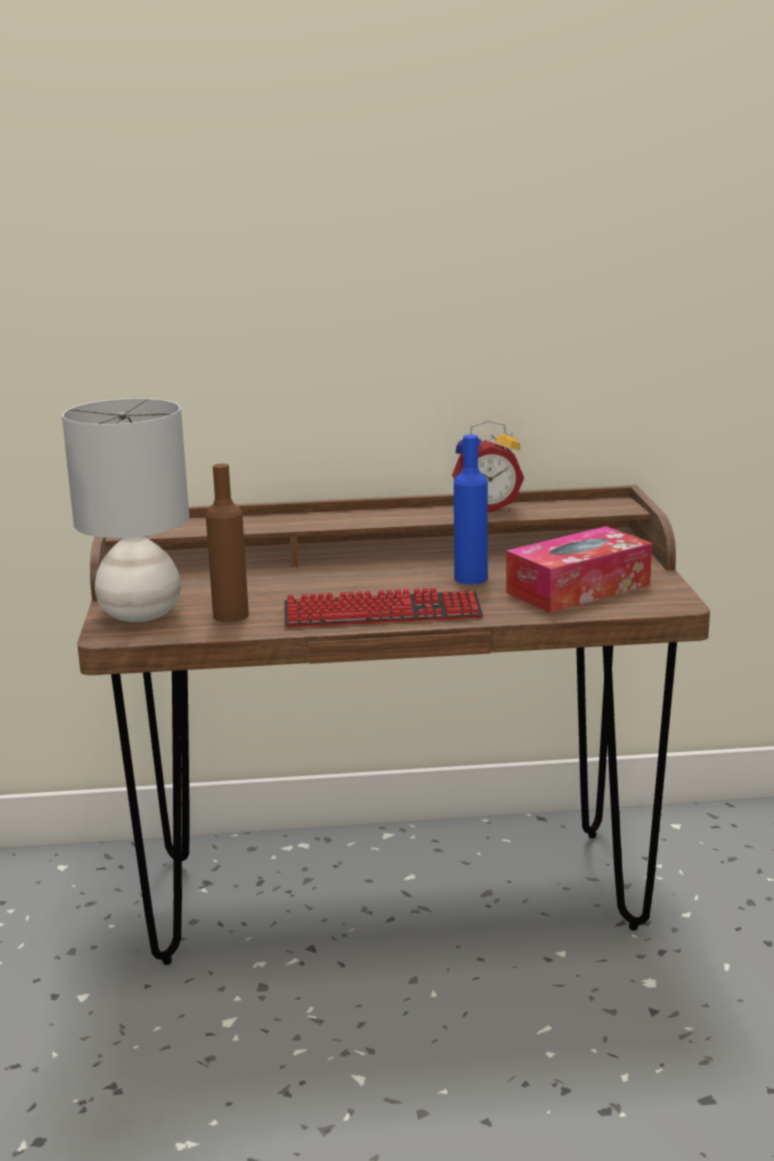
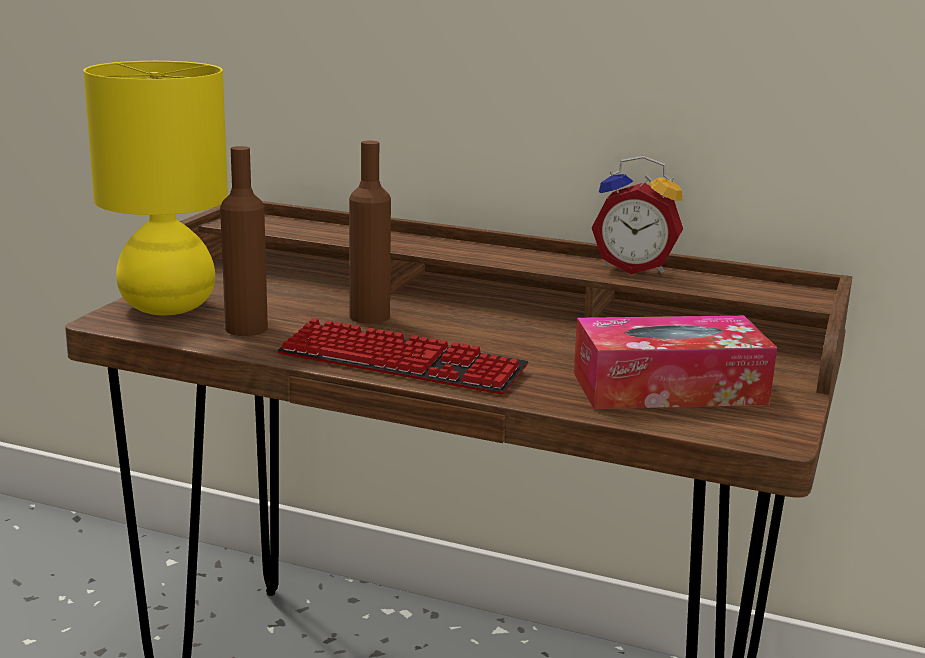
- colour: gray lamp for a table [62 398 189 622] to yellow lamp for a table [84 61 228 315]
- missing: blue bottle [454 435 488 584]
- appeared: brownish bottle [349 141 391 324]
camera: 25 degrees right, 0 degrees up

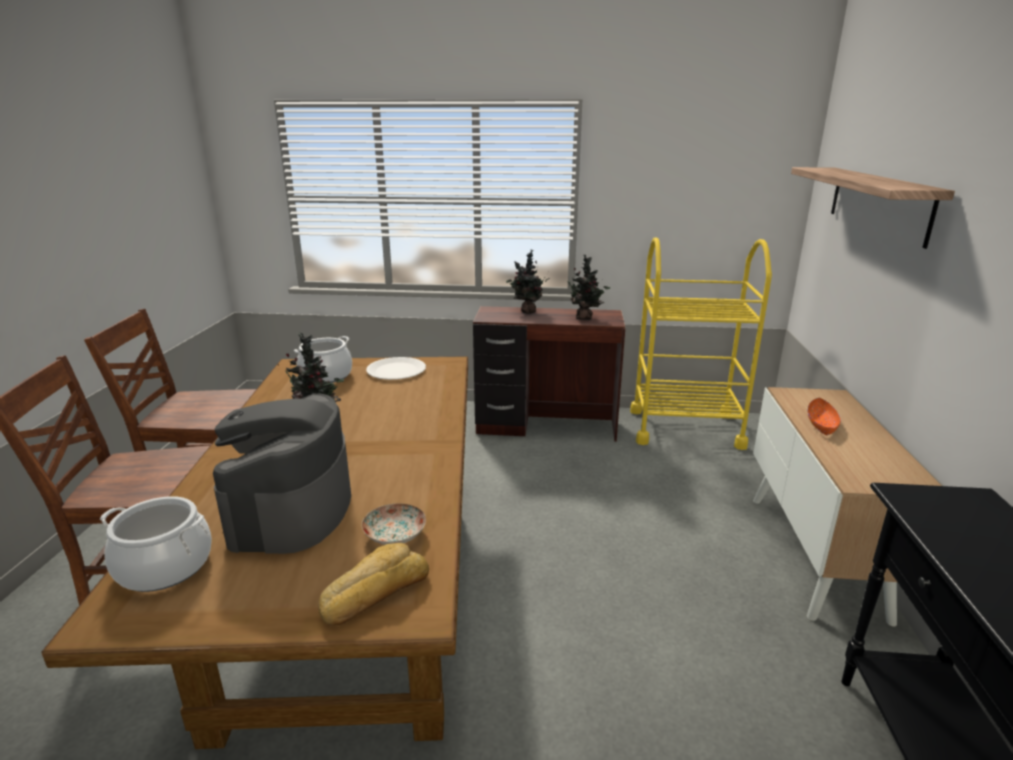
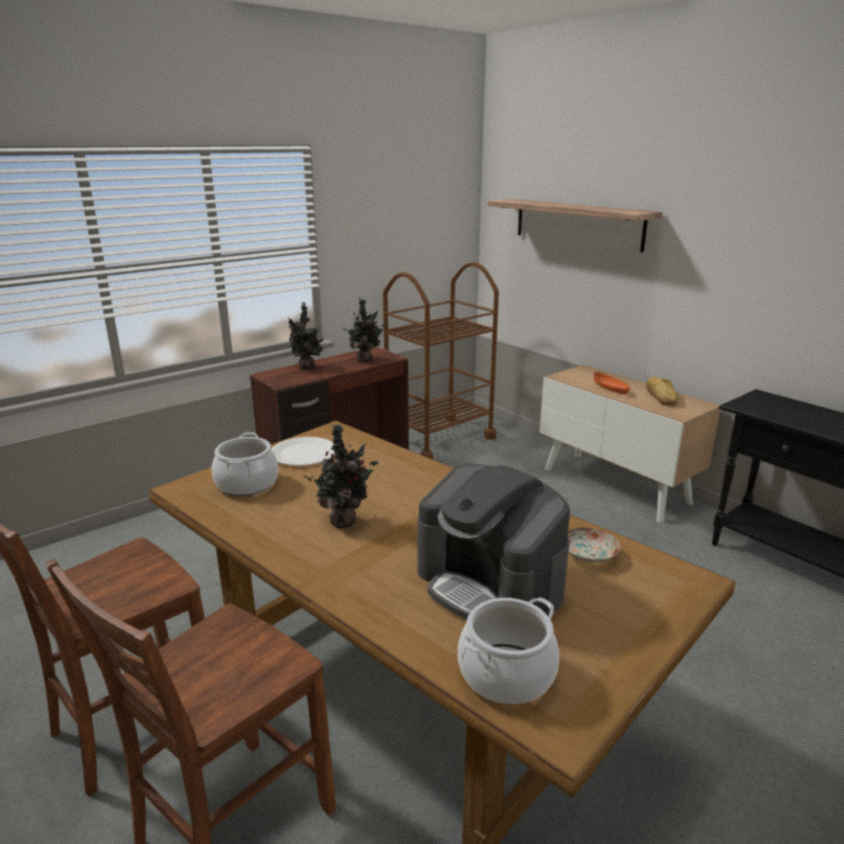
- colour: yellow cart [630 237 772 450] to brownish cart [383 262 499 459]
- relocated: baked bread [318 543 429 626] to [646 377 678 405]
camera: 45 degrees left, 0 degrees up

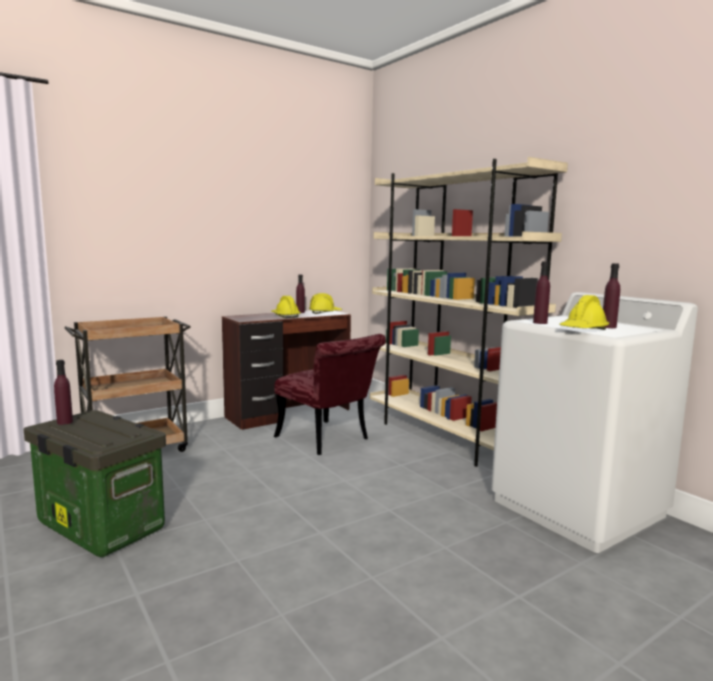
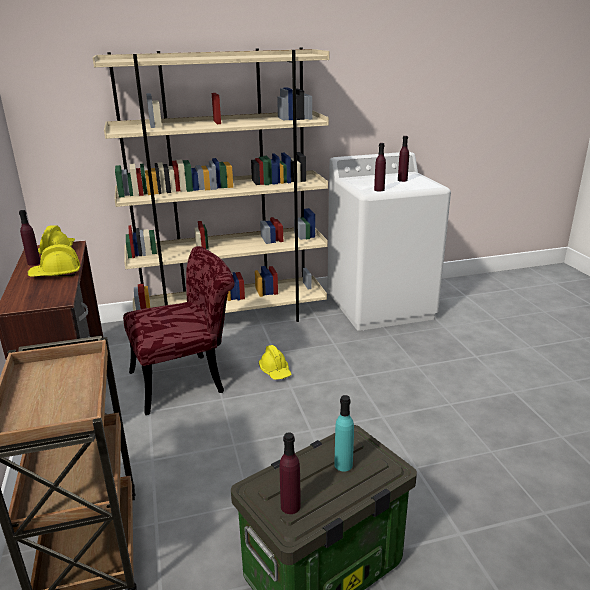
- relocated: yellow safety helmet [559 295 609 330] to [259 345 292 380]
- appeared: blue-green bottle [334 395 354 472]
camera: 70 degrees left, 15 degrees up

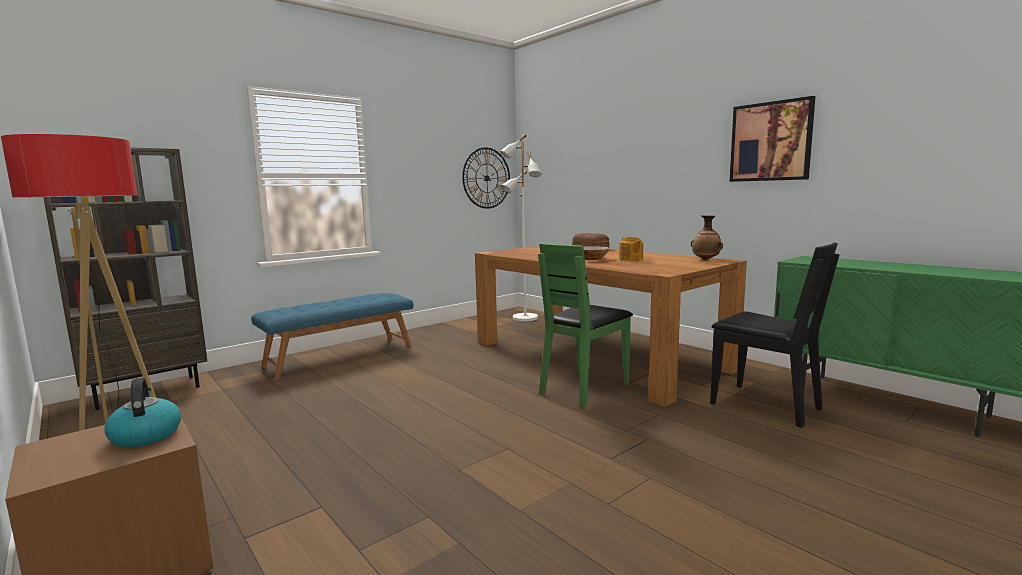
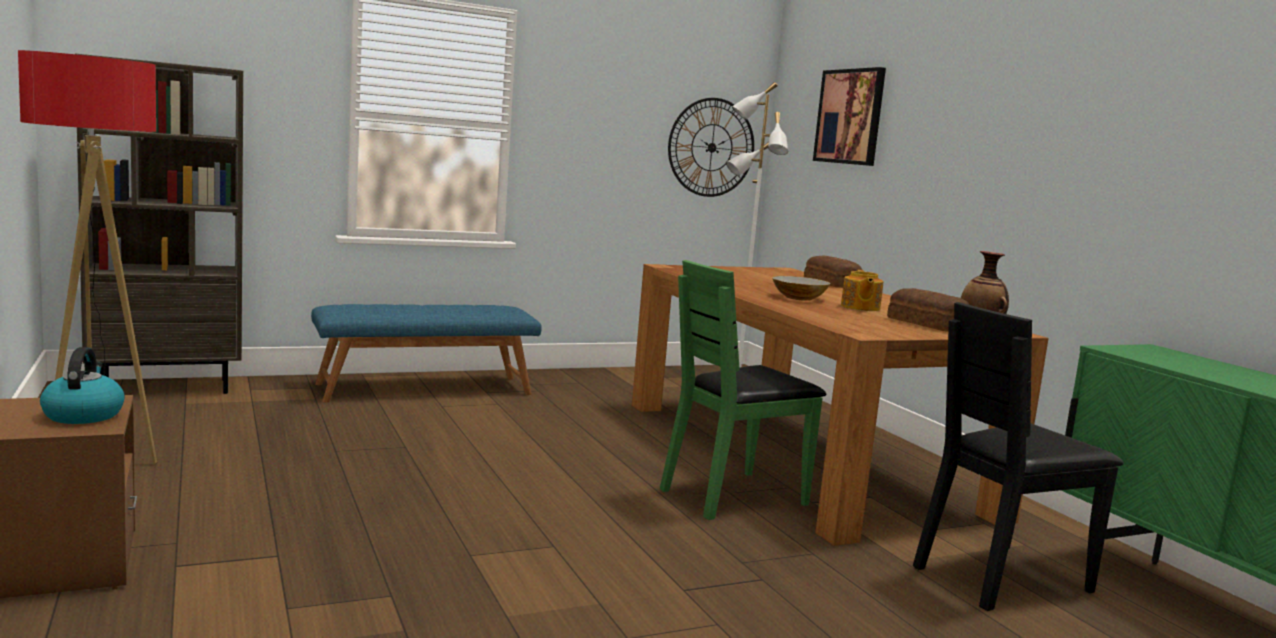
- relocated: picture [730 96 815 182] to [813 67 886 166]
- spun: blackish chair [710 242 840 428] = [913 302 1124 611] 90 degrees clockwise
- appeared: baked bread [887 288 970 332]
camera: 15 degrees right, 0 degrees up

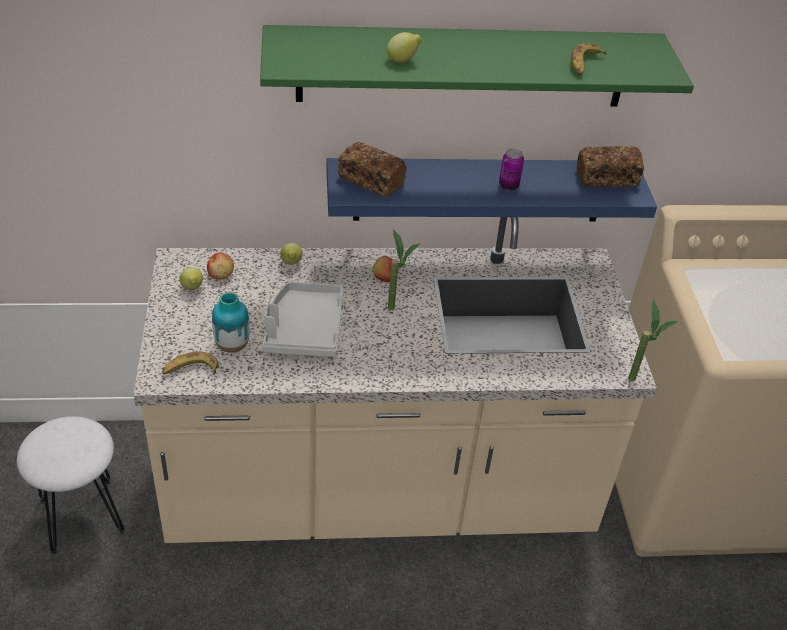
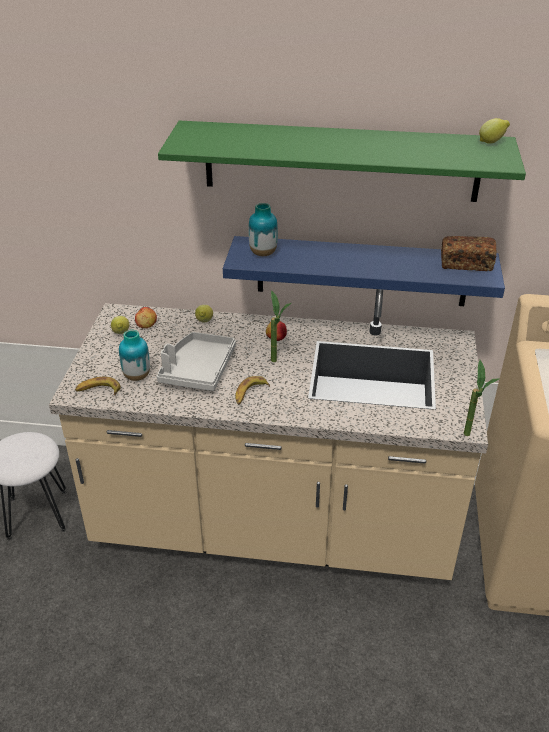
- relocated: whole lemon [387 32 422 63] to [479 118 510 144]
- relocated: banana fruit [571 43 607 76] to [235 376 270 405]
- exchanged: baked bread [338 142 407 197] to decorative vase [249 203 278 256]
- missing: metal can [499 148 524 191]
camera: 15 degrees right, 5 degrees down

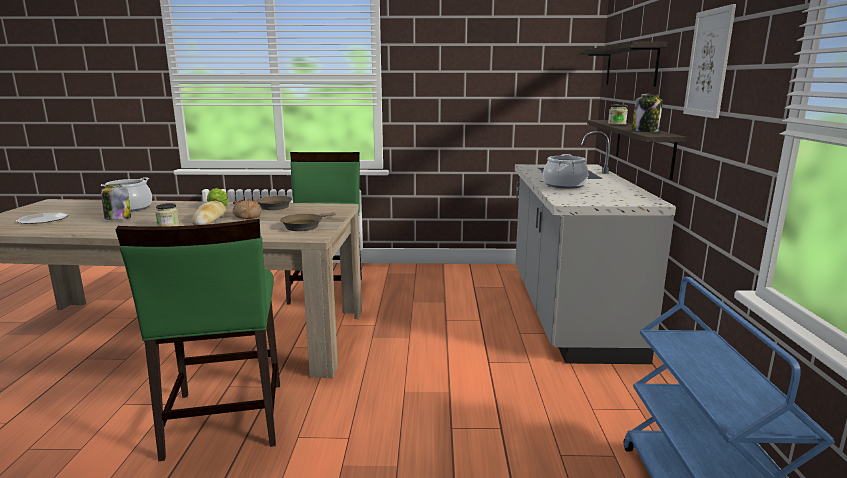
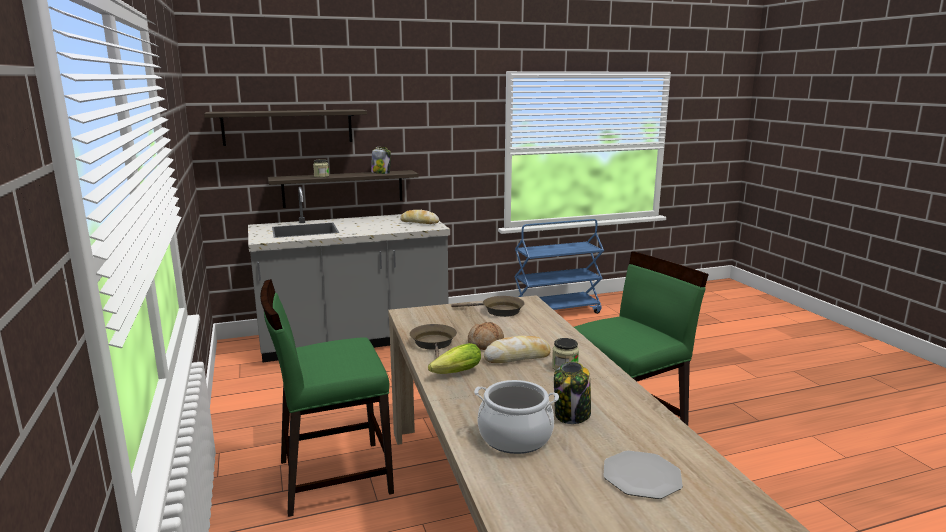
- missing: picture [683 4 736 119]
- missing: stockpot [543 154 588 189]
- appeared: baked bread [400 210 439 224]
camera: 110 degrees left, 0 degrees up

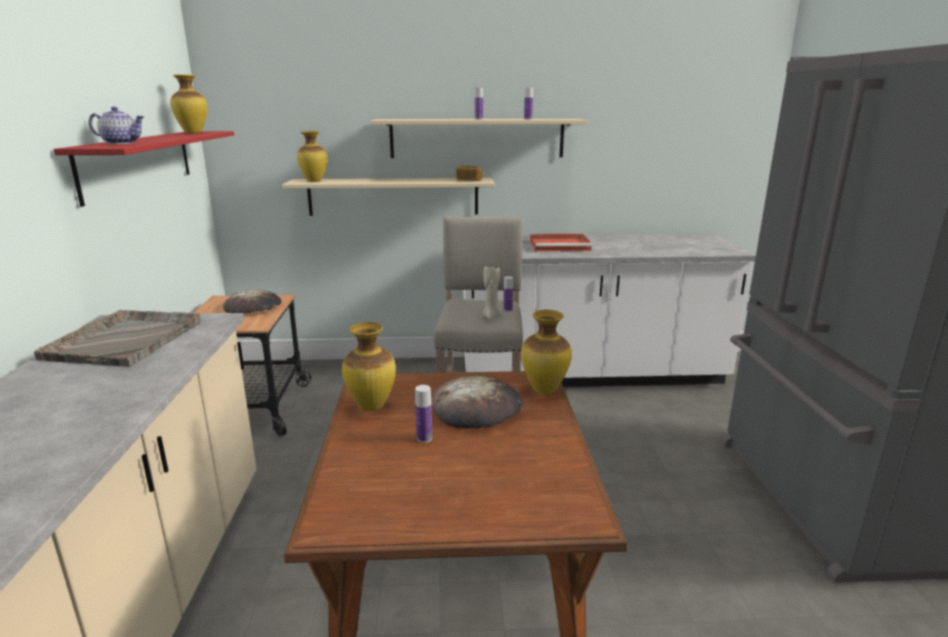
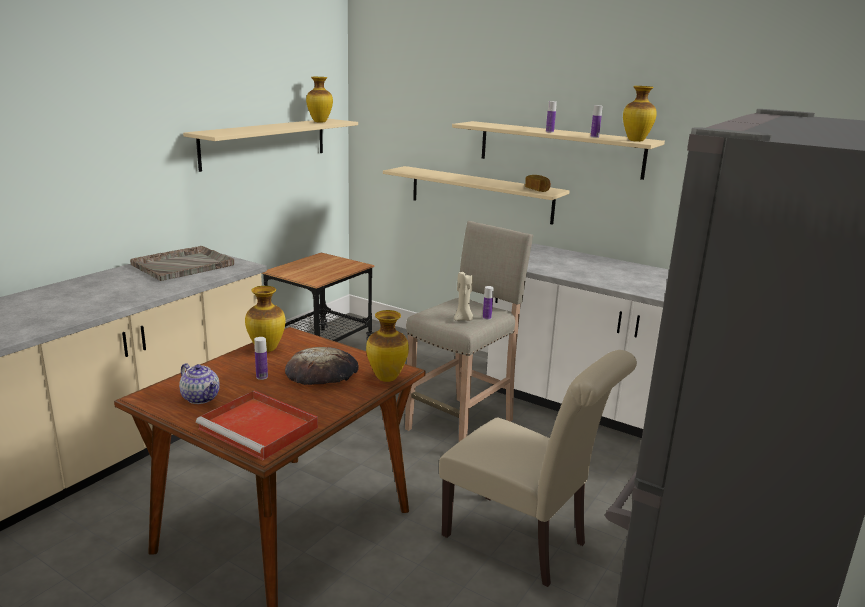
- relocated: teapot [89 107 144 144] to [179 363 220 404]
- colour: reddish shelf [54 131 234 207] to sand-coloured shelf [183 119 358 172]
- relocated: decorative vase [297 131 327 182] to [623 86 657 142]
- relocated: reddish carrying tray [530 234 592 252] to [196 390 318 460]
- missing: baked bread [223 290 281 313]
- appeared: sand-coloured chair [439 350 637 587]
camera: 35 degrees right, 0 degrees up

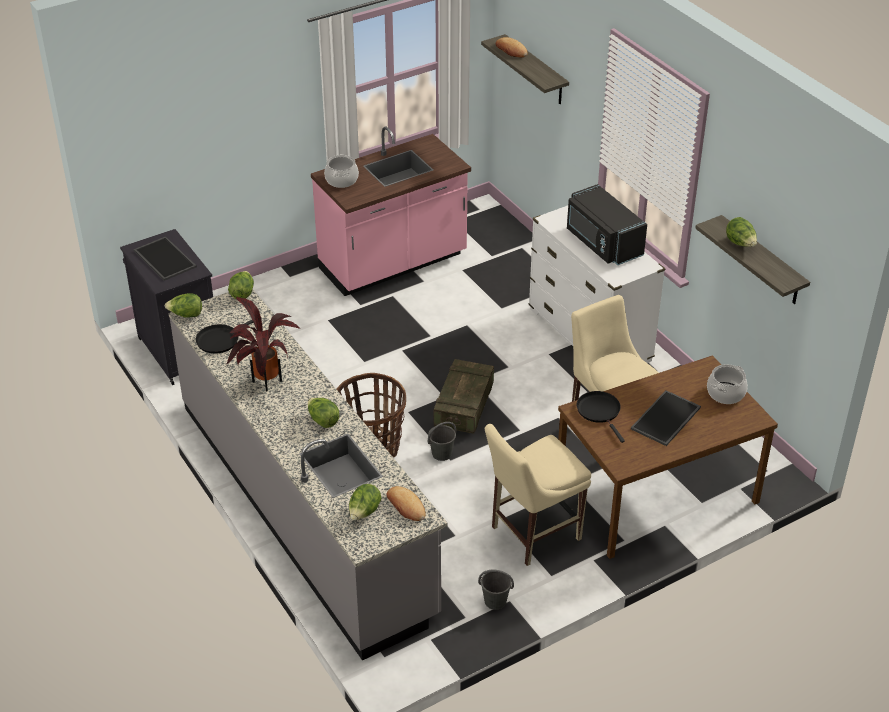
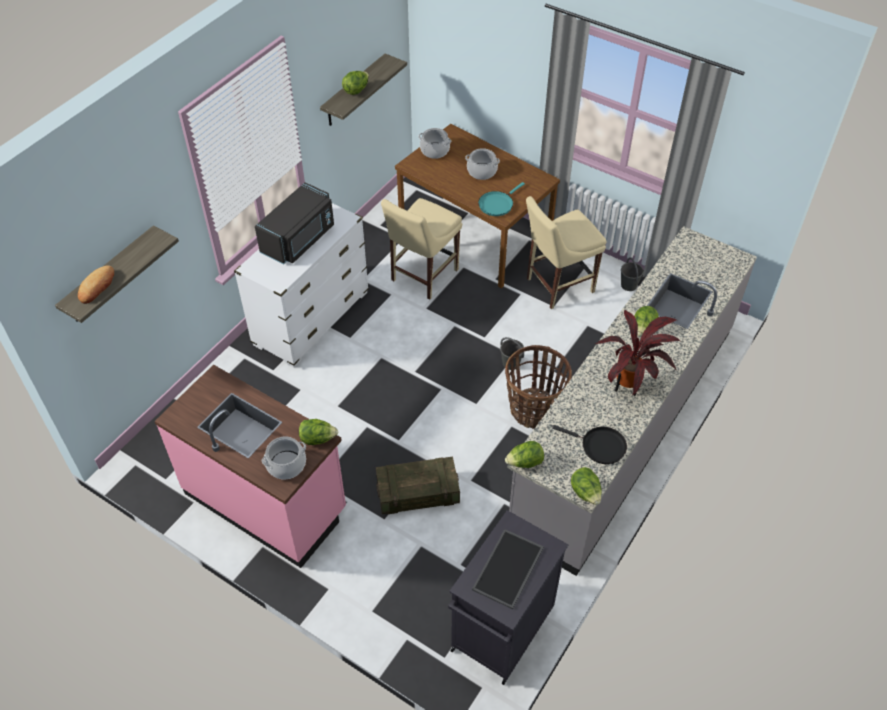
- relocated: shipping crate [433 359 494 434] to [376 456 460 514]
- exchanged: carrying tray [631 390 701 446] to stockpot [465 148 500 180]
- colour: blackish pan [577 391 625 443] to blue-green pan [478 182 525 216]
- spun: sand-coloured chair [485 424 591 566] = [526 196 606 309] 120 degrees clockwise
- relocated: head of lettuce [349 484 381 520] to [299 419 338 445]
- missing: baked bread [387 486 426 521]
camera: 115 degrees left, 10 degrees up

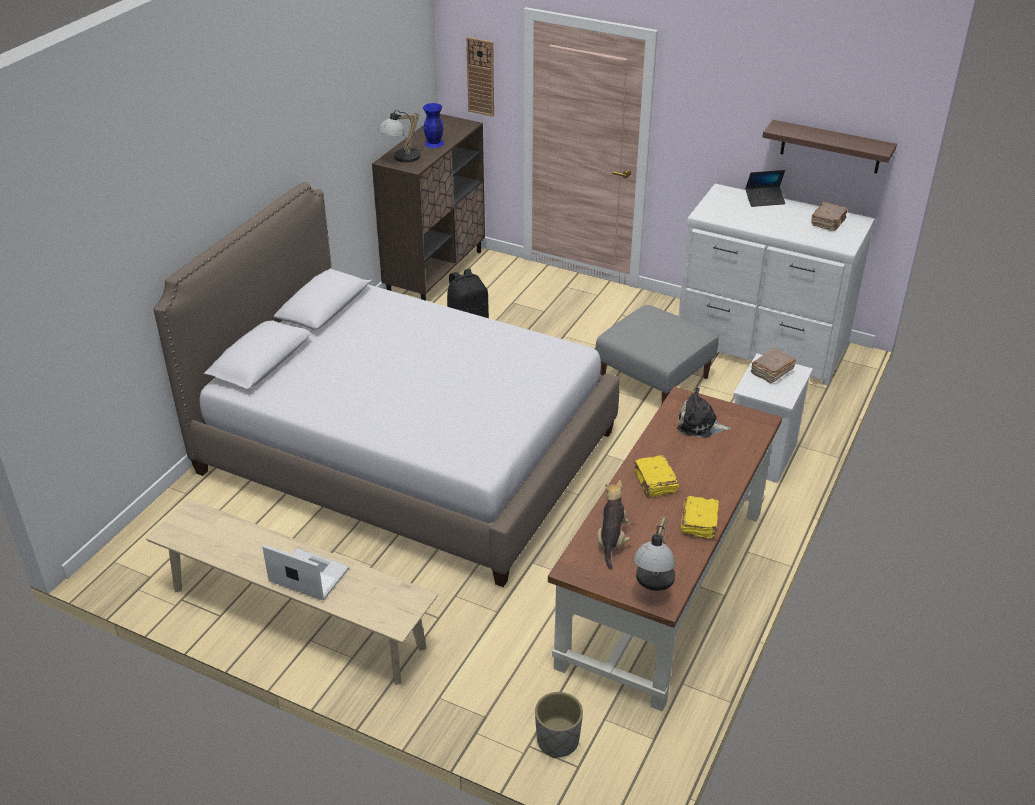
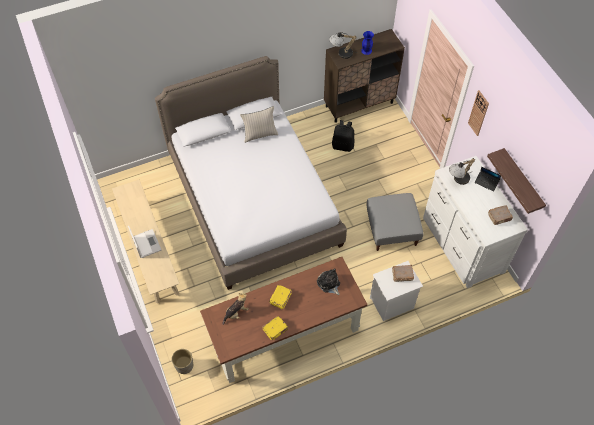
- relocated: wall clock [466 37 494 117] to [468 90 489 136]
- relocated: lamp for a table [633 516 675 591] to [449 158 475 185]
- appeared: sand-coloured cushion [240 106 278 143]
camera: 40 degrees right, 20 degrees up

